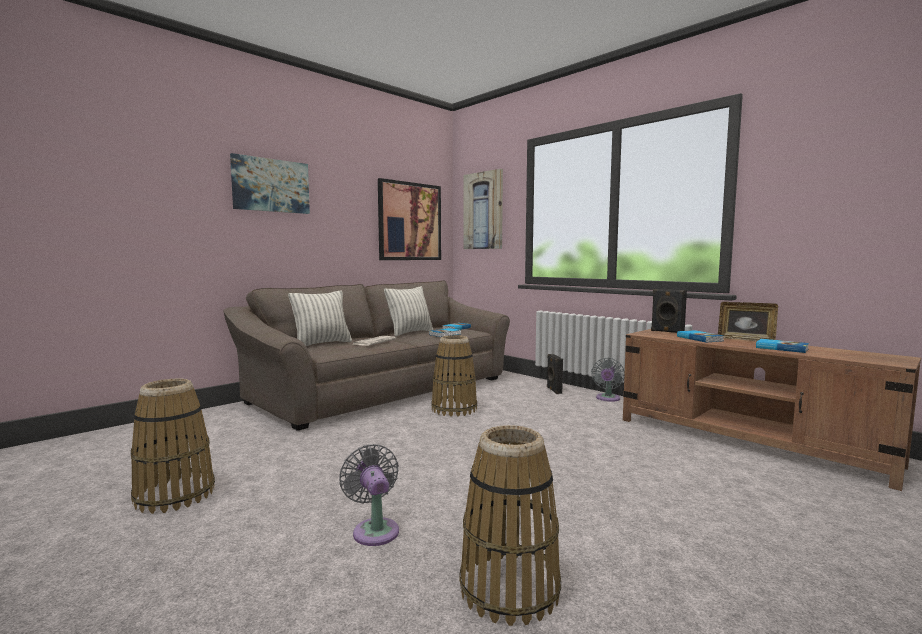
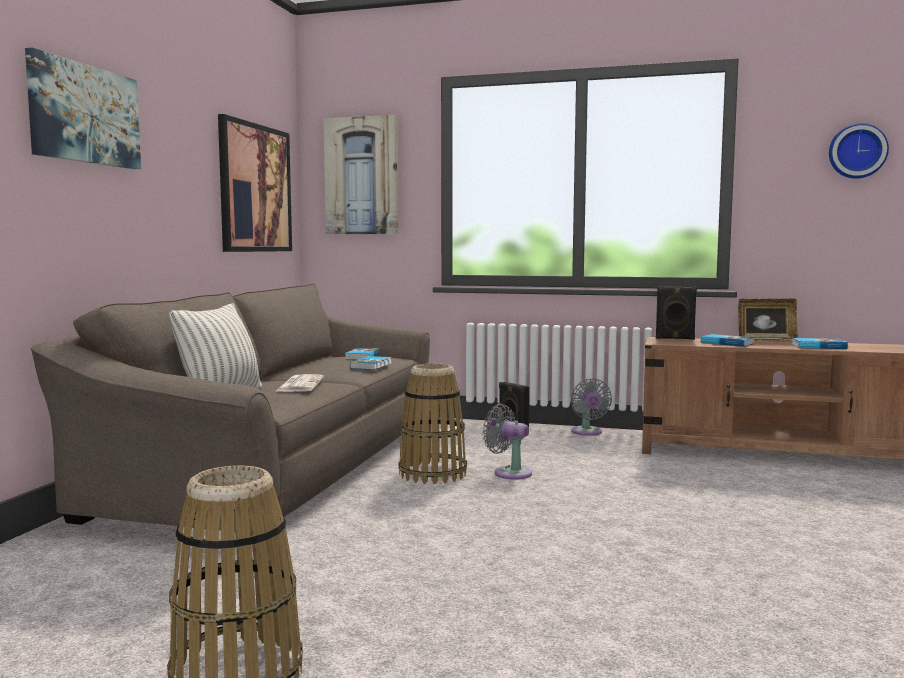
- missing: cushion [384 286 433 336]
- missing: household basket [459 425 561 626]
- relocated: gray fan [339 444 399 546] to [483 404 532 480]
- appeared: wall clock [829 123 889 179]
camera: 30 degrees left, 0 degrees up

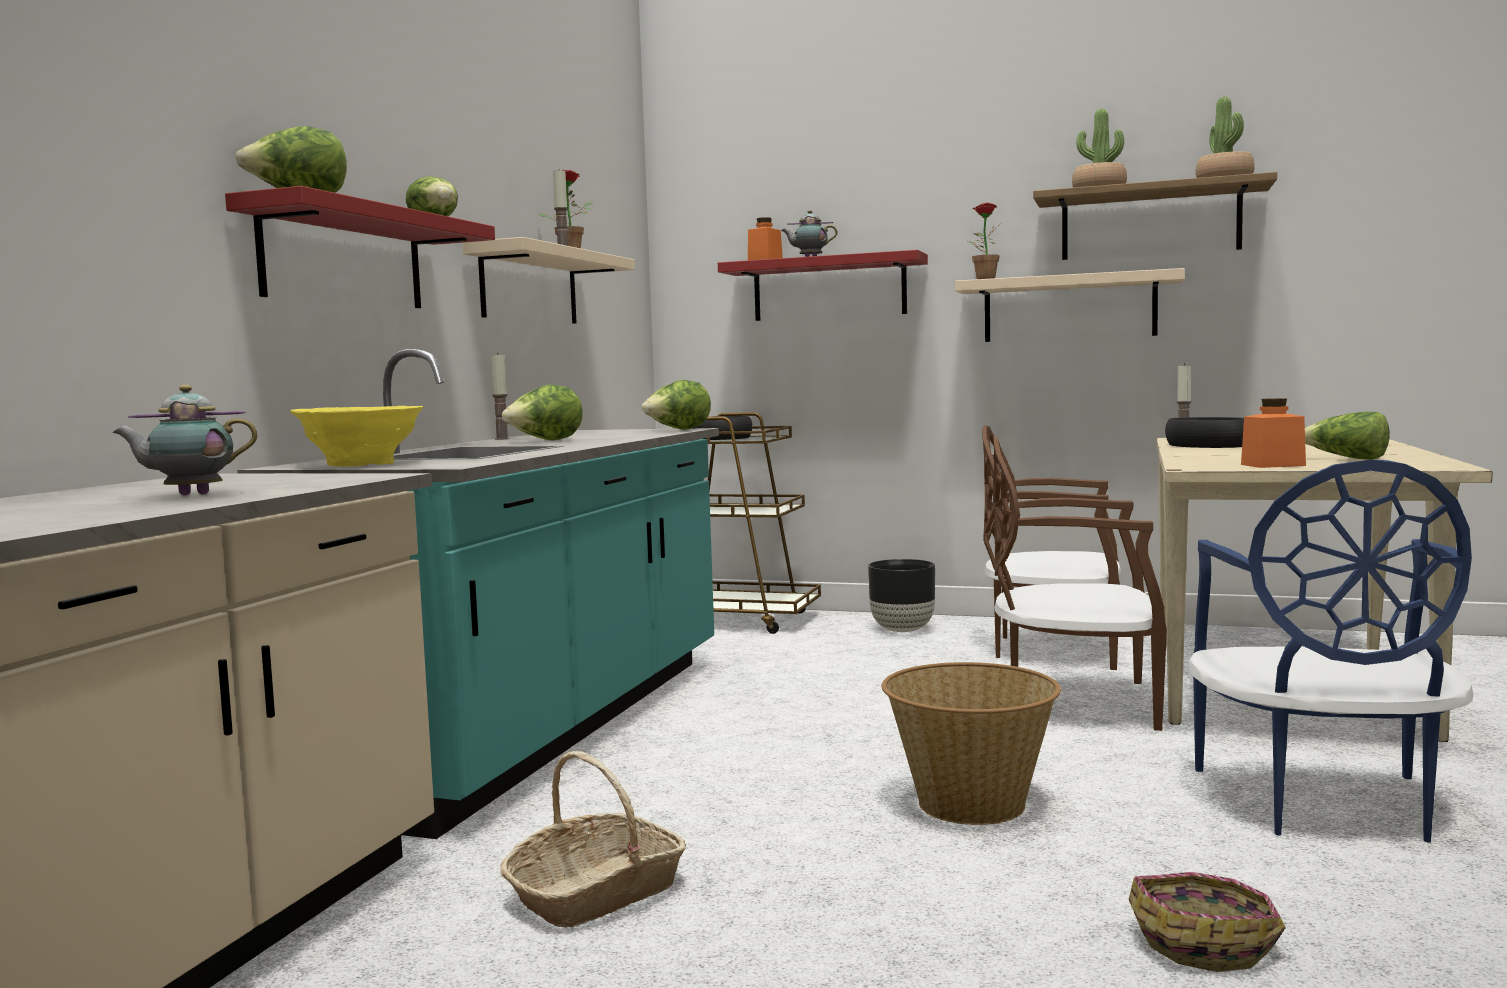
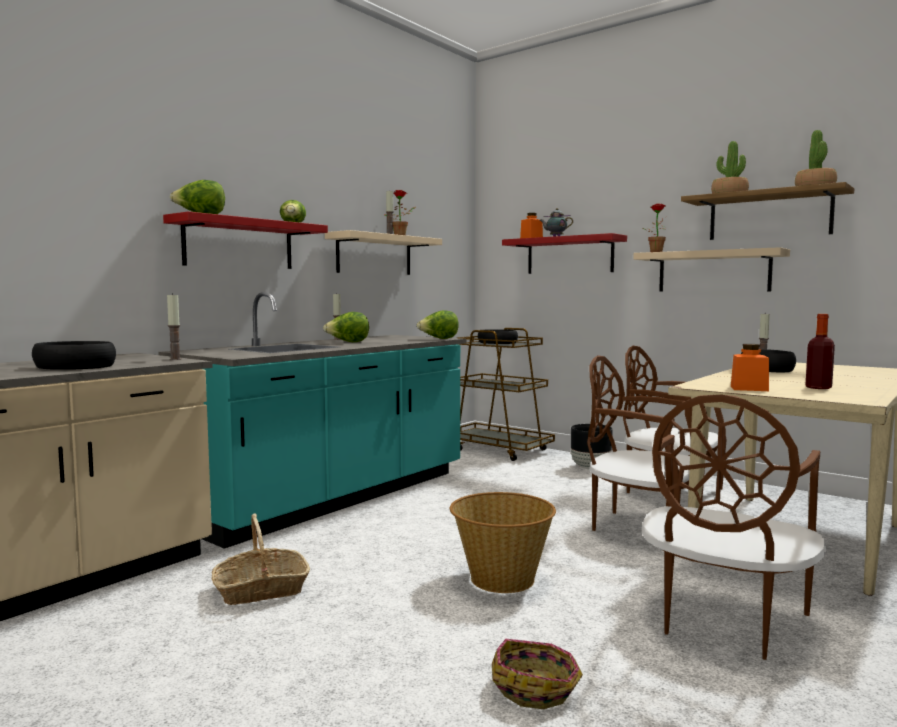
- exchanged: teapot [112 385 258 496] to blackish bowl [32 341 116 370]
- missing: yellow bowl [290 406 423 467]
- exchanged: head of lettuce [1305 412 1390 460] to bottle [806 314 835 389]
- colour: blue chair [1188 460 1474 842] to brownish chair [642 394 826 660]
- appeared: wax candle [167 293 181 360]
camera: 20 degrees right, 0 degrees up

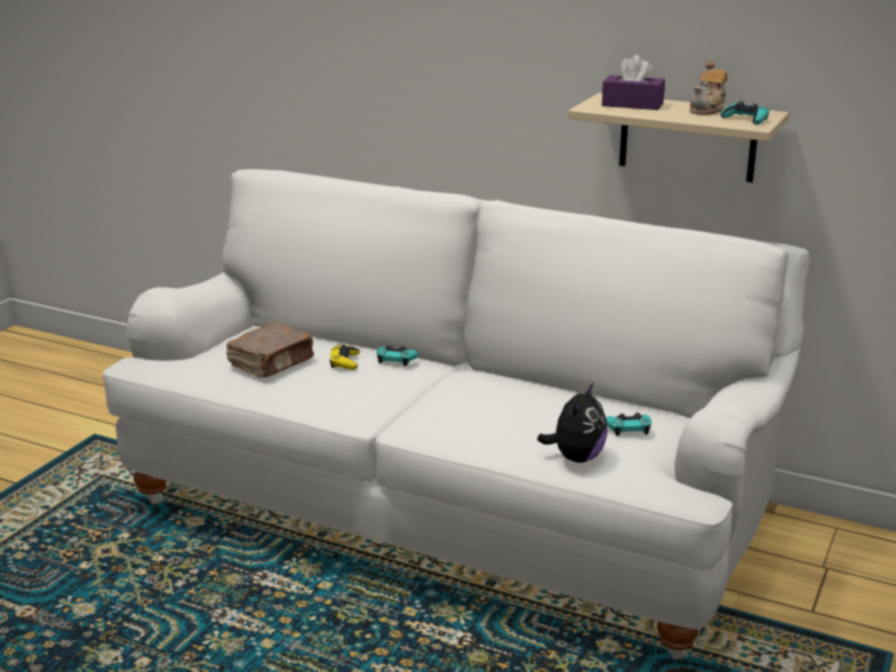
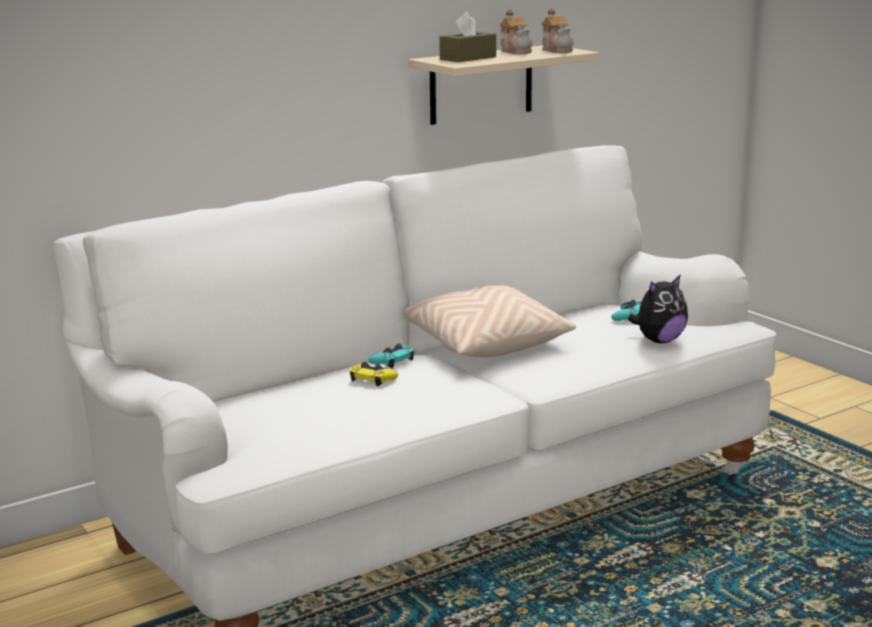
- colour: purple tissue box [602 55 665 110] to brownish tissue box [439 12 496 62]
- exchanged: blue-green joypad [721 101 769 125] to teapot [542 8 574 53]
- missing: brownish book [226 322 314 378]
- spun: plush toy [537 383 608 463] = [628 274 688 343] 90 degrees clockwise
- appeared: sand-coloured cushion [404 285 576 357]
camera: 60 degrees left, 5 degrees down

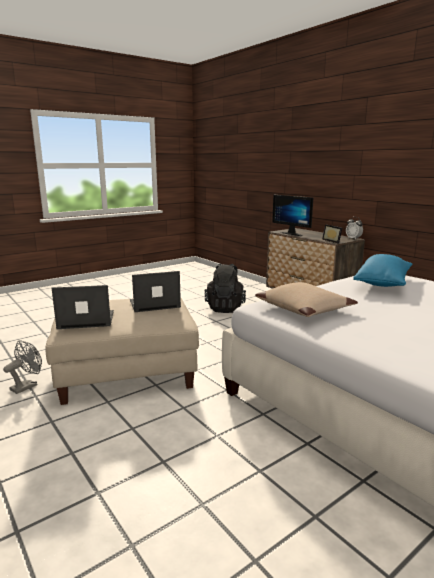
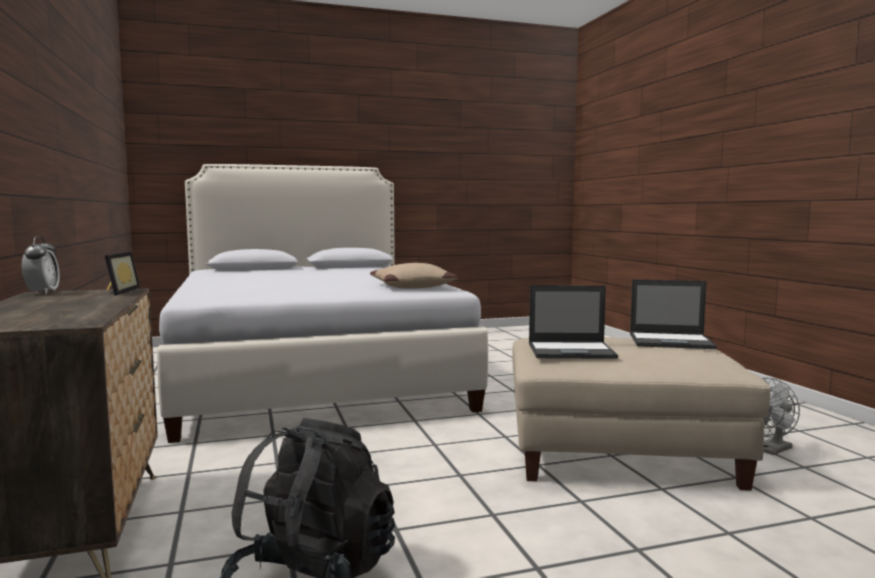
- missing: monitor [272 195 313 236]
- missing: blue cushion [353 254 412 287]
camera: 160 degrees left, 10 degrees down

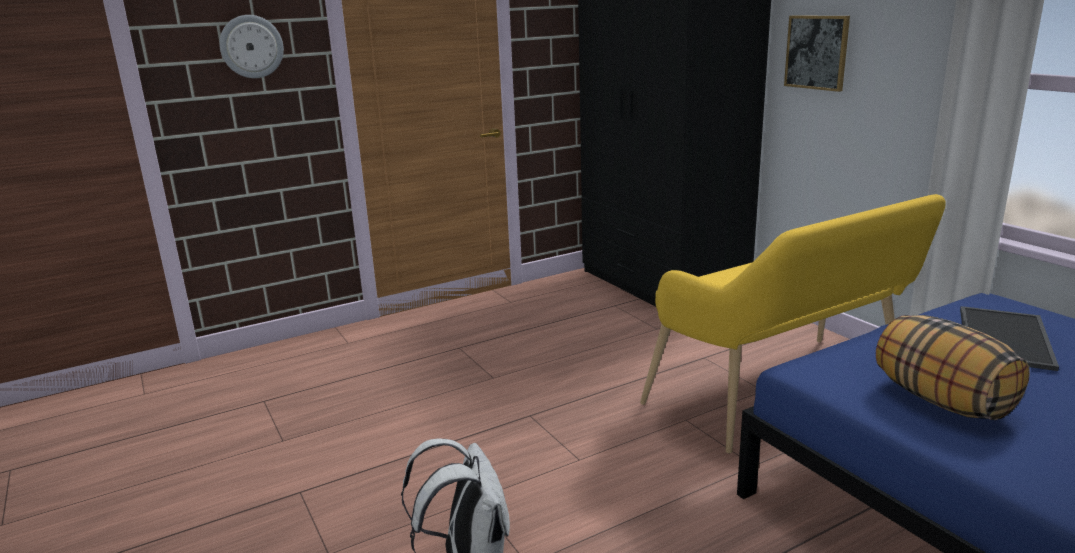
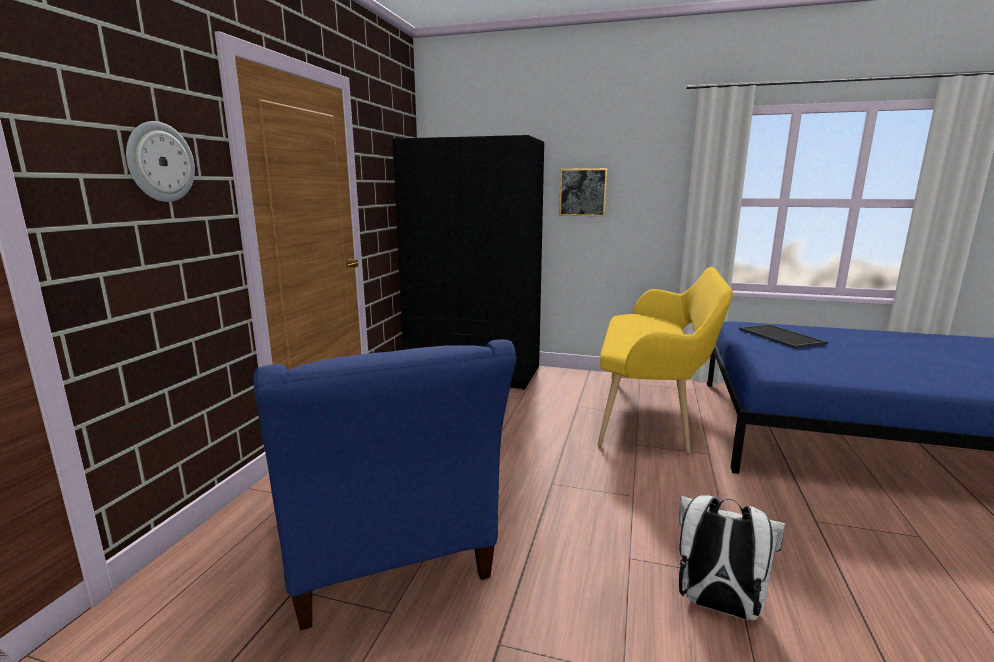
- missing: cushion [876 315 1030 420]
- appeared: blue armchair [253 339 516 630]
camera: 45 degrees left, 5 degrees down

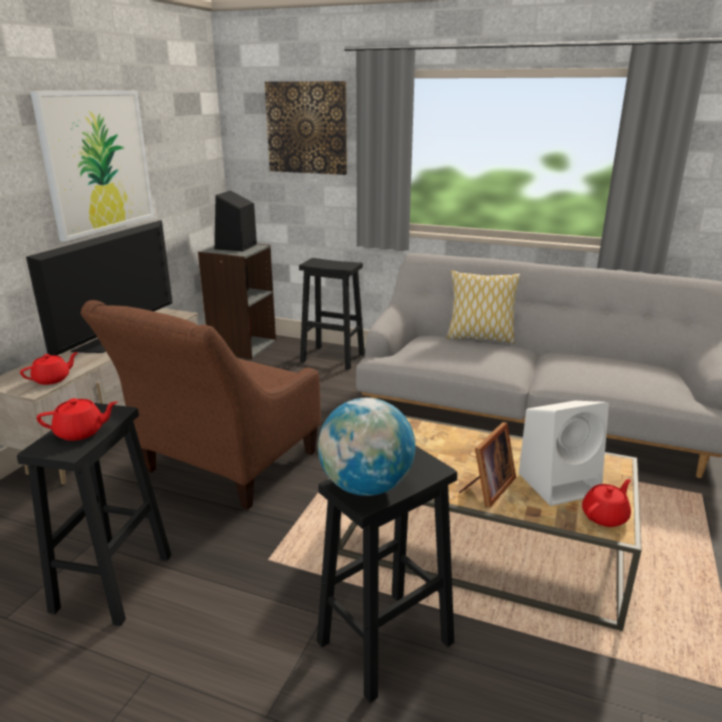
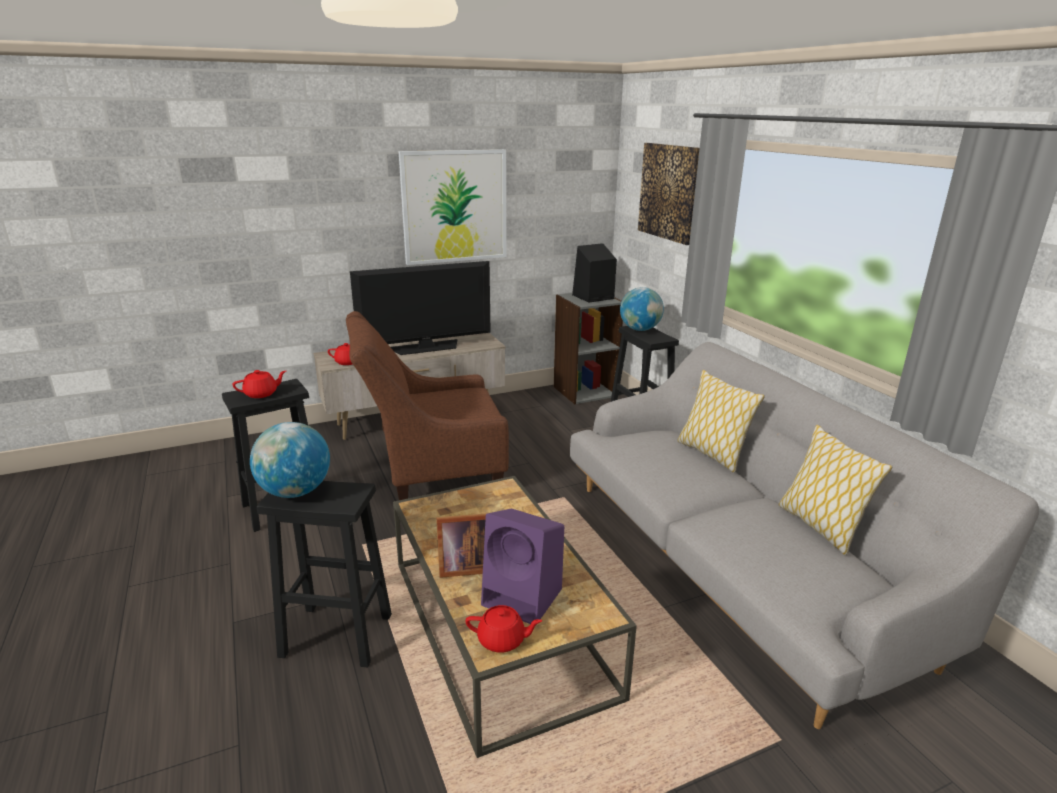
- spun: reddish teapot [37 398 117 441] = [233 370 286 398] 60 degrees counterclockwise
- colour: white audio speaker [519 401 609 506] to purple audio speaker [481 509 564 625]
- appeared: desk globe [620 287 664 331]
- appeared: cushion [779 425 893 555]
camera: 45 degrees right, 0 degrees up

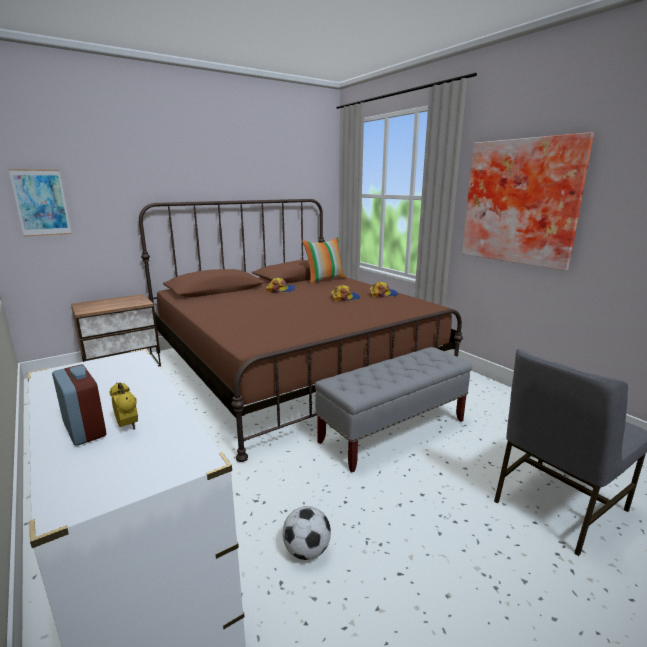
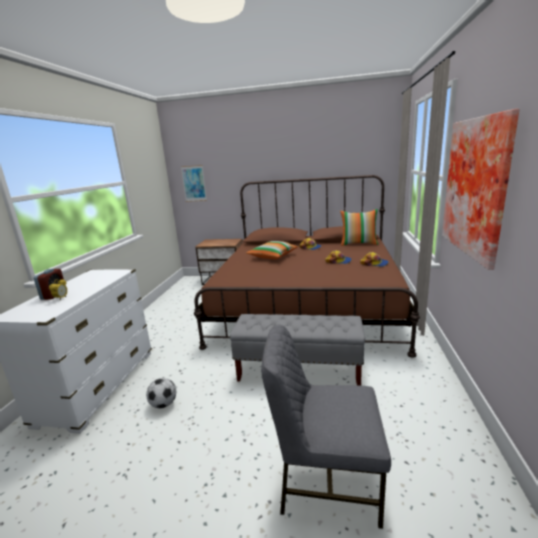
- appeared: cushion [246 241 298 259]
camera: 45 degrees right, 0 degrees up

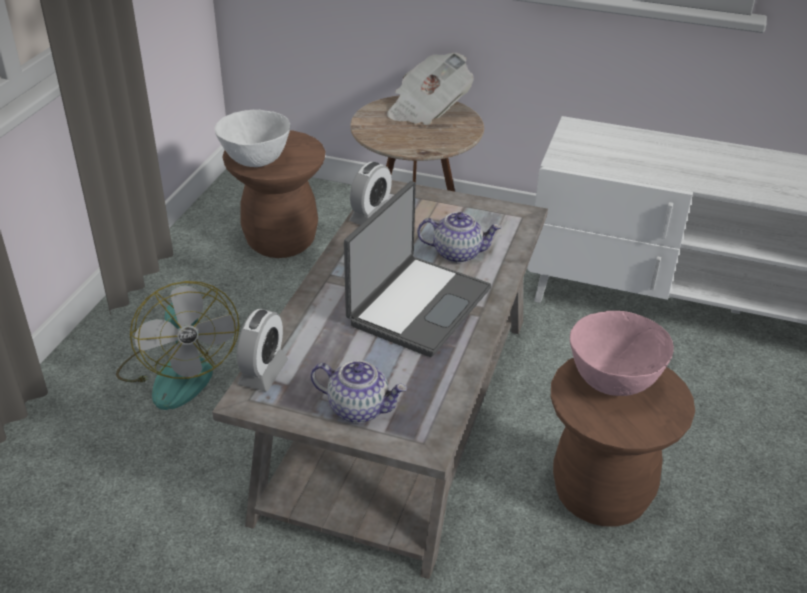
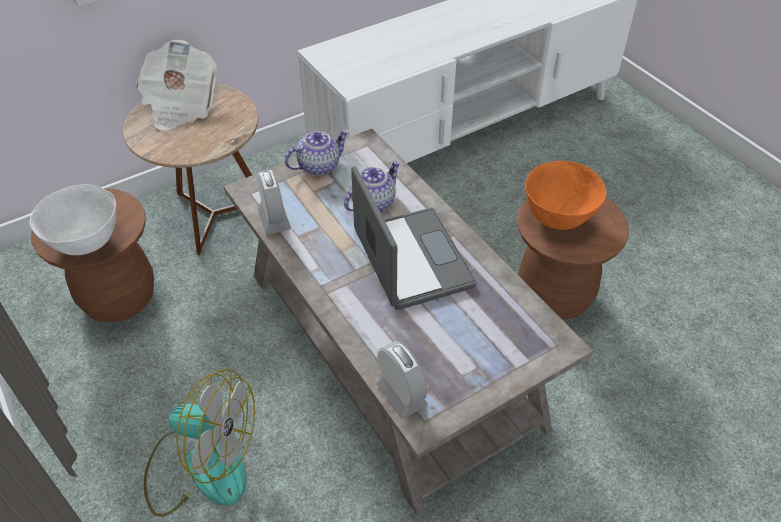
- colour: pink-coloured bowl [570 311 674 396] to orange bowl [525 161 607 230]
- relocated: teapot [310 360 407 423] to [285 129 349 176]
camera: 50 degrees left, 10 degrees up

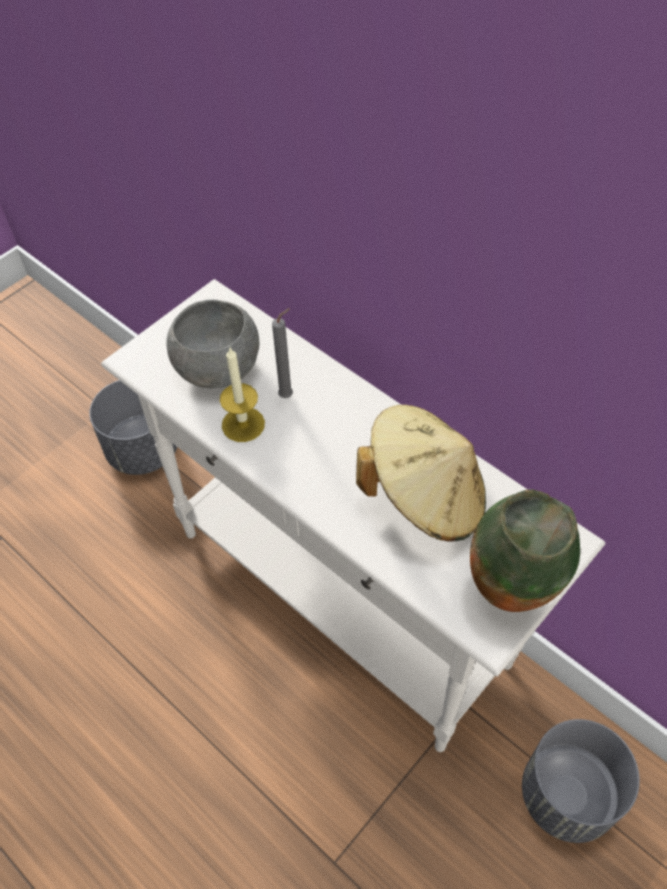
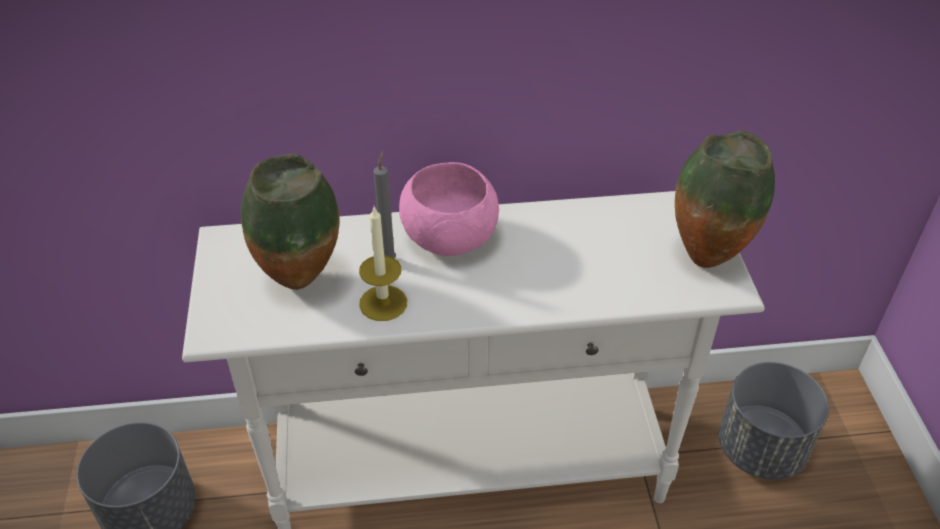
- exchanged: gray bowl [166 299 260 388] to decorative vase [241 154 339 290]
- missing: sand-coloured hat [356 405 486 541]
- appeared: pink-coloured bowl [399 162 499 256]
camera: 50 degrees left, 10 degrees down

